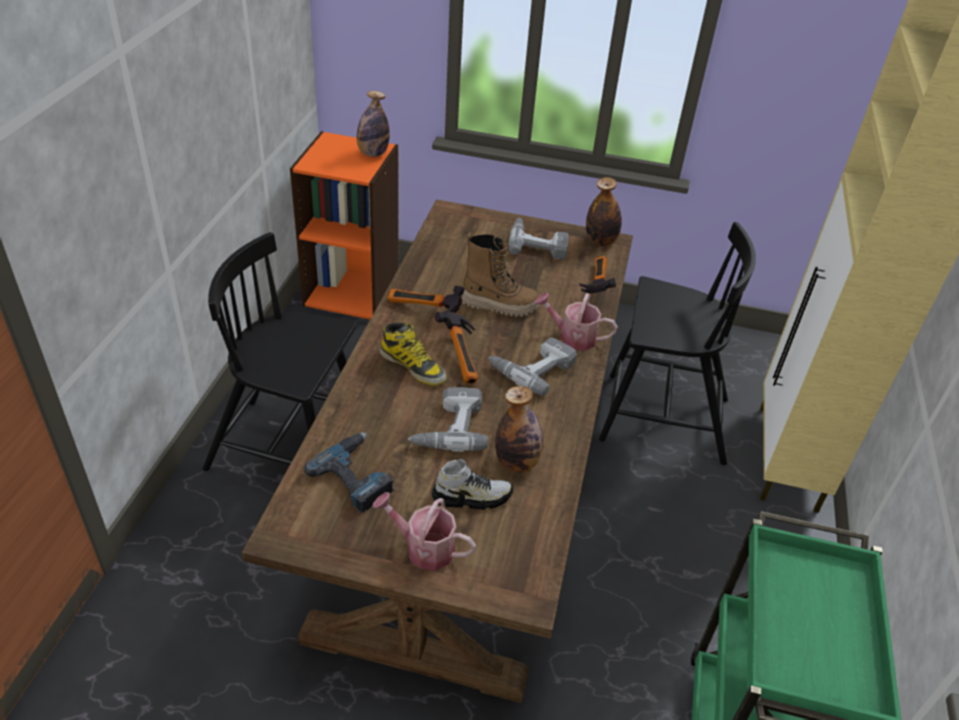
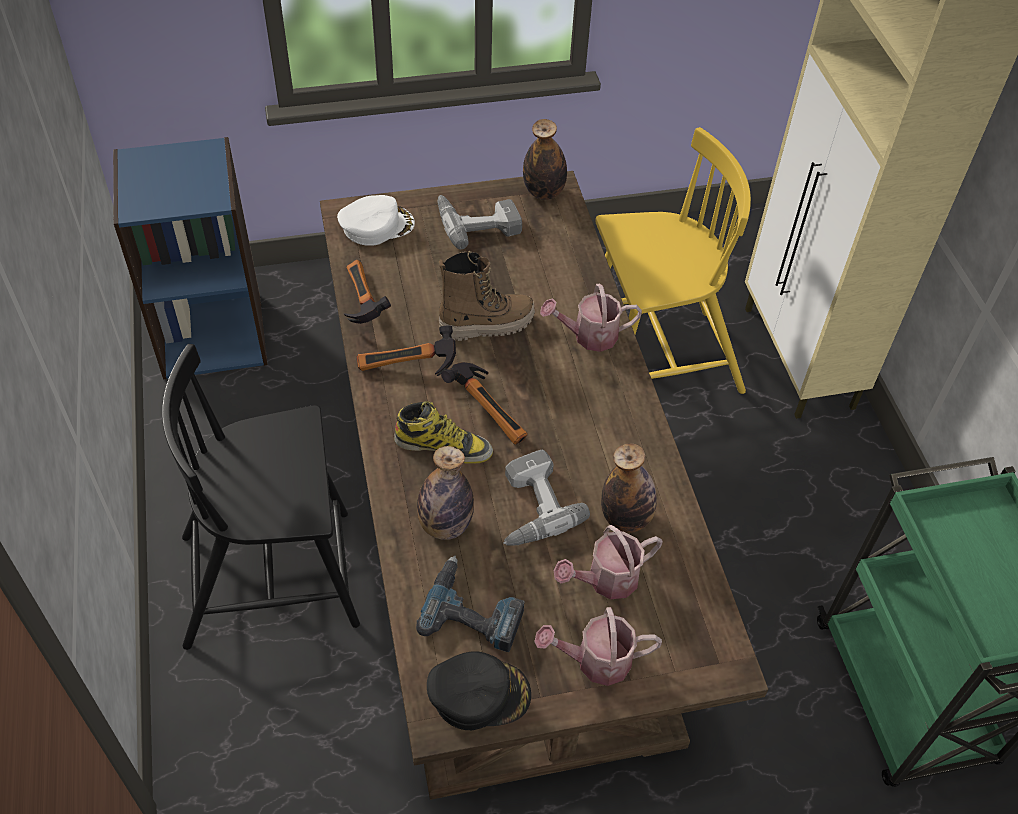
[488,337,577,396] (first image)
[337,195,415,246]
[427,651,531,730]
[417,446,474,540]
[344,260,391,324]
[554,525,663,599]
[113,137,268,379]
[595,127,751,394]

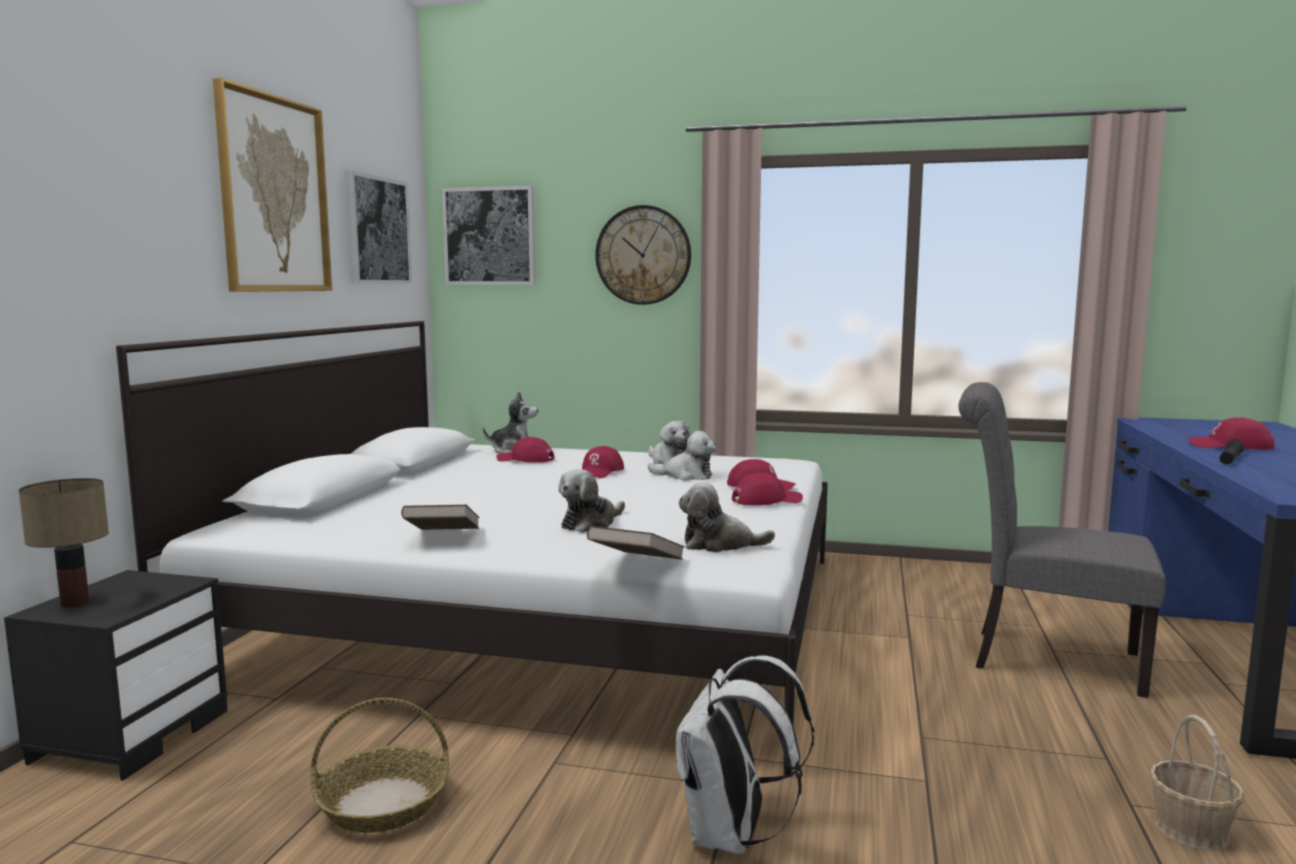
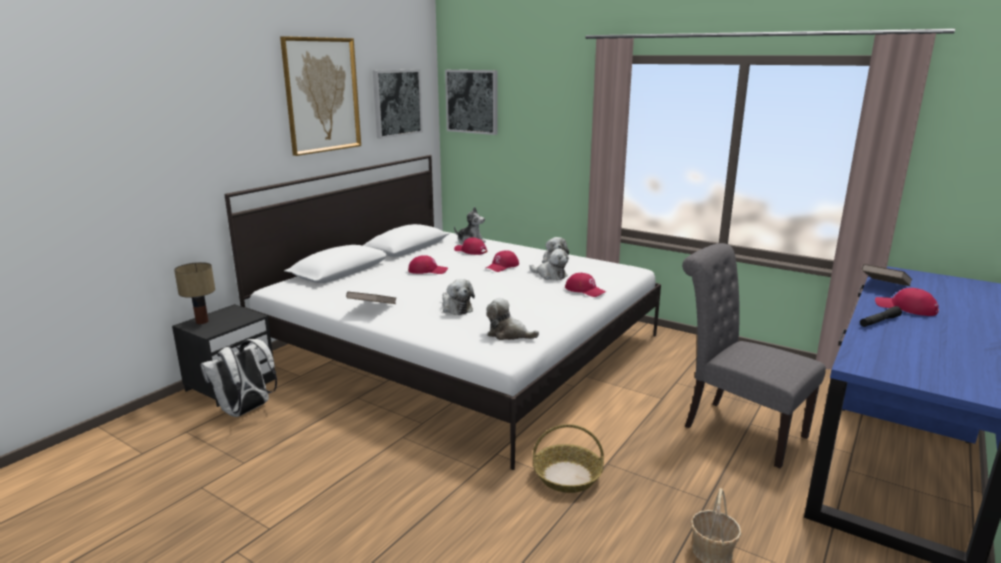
[595,205,691,305] (first image)
[533,424,604,493]
[862,264,913,286]
[201,339,277,417]
[408,255,448,274]
[442,279,475,315]

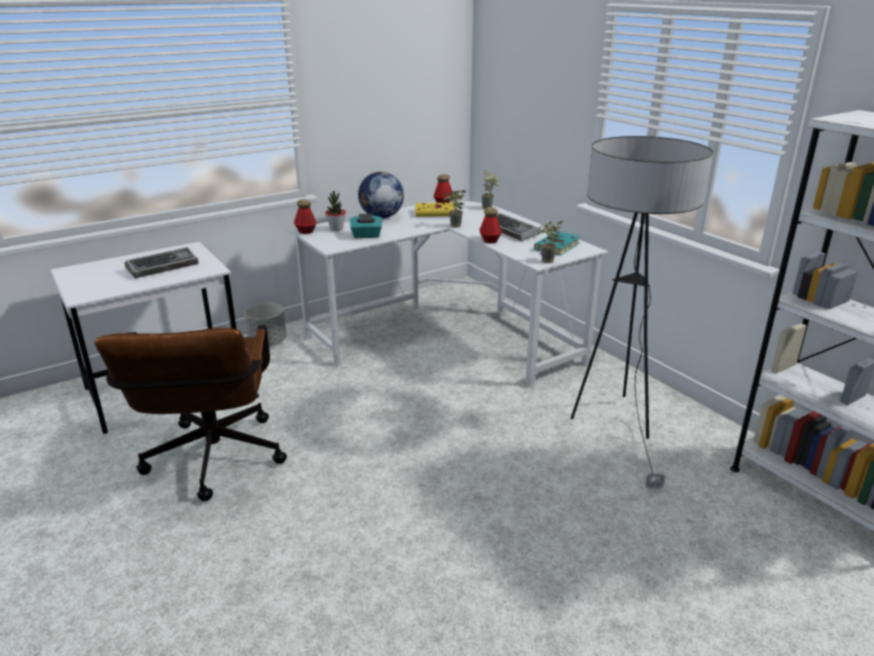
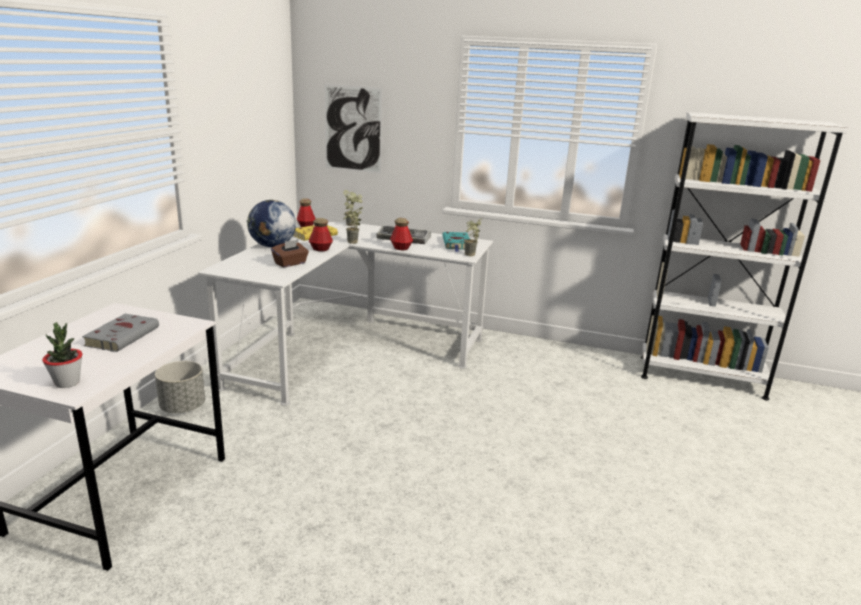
[94,324,287,501] (first image)
[571,136,713,489] (first image)
[324,84,383,174]
[309,218,333,251]
[42,322,83,388]
[82,314,159,352]
[271,240,309,267]

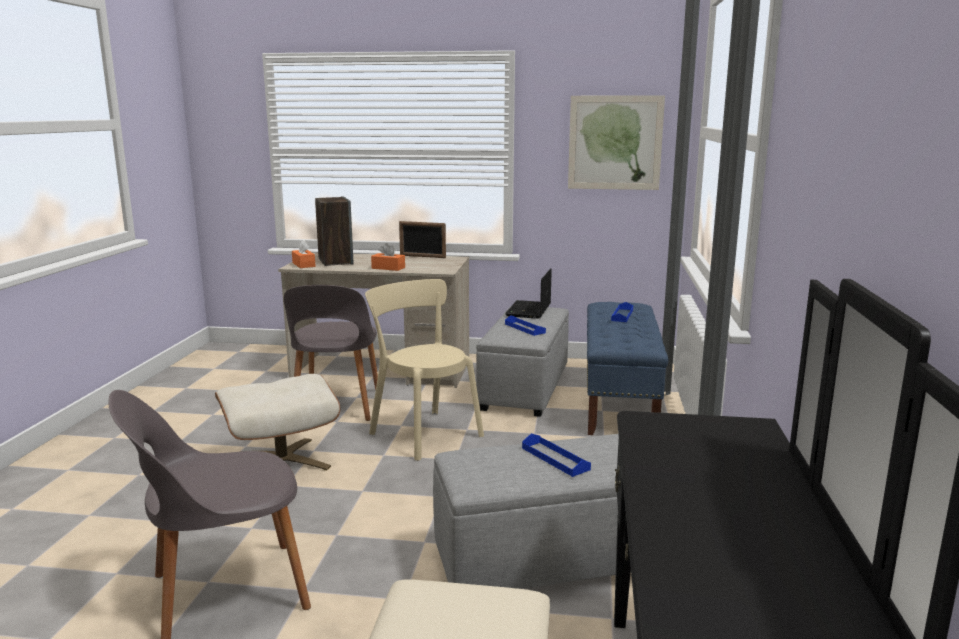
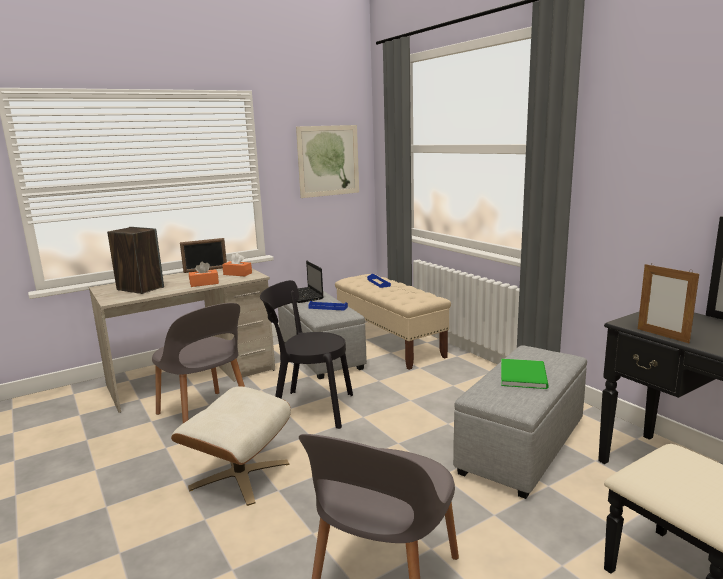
[638,263,699,343]
[222,253,252,276]
[501,359,548,389]
[260,280,353,429]
[335,274,451,370]

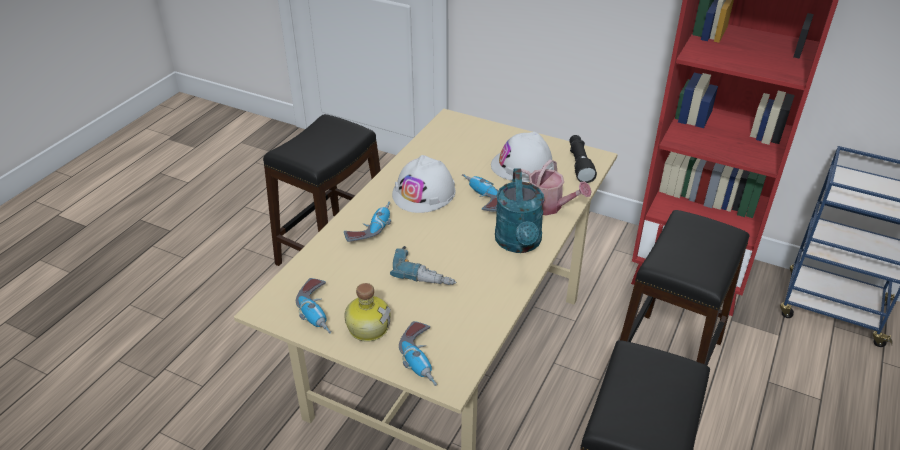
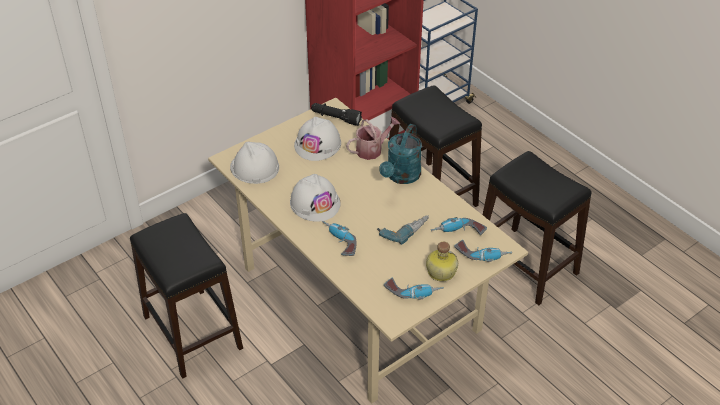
[230,142,279,184]
[431,217,487,235]
[379,124,422,184]

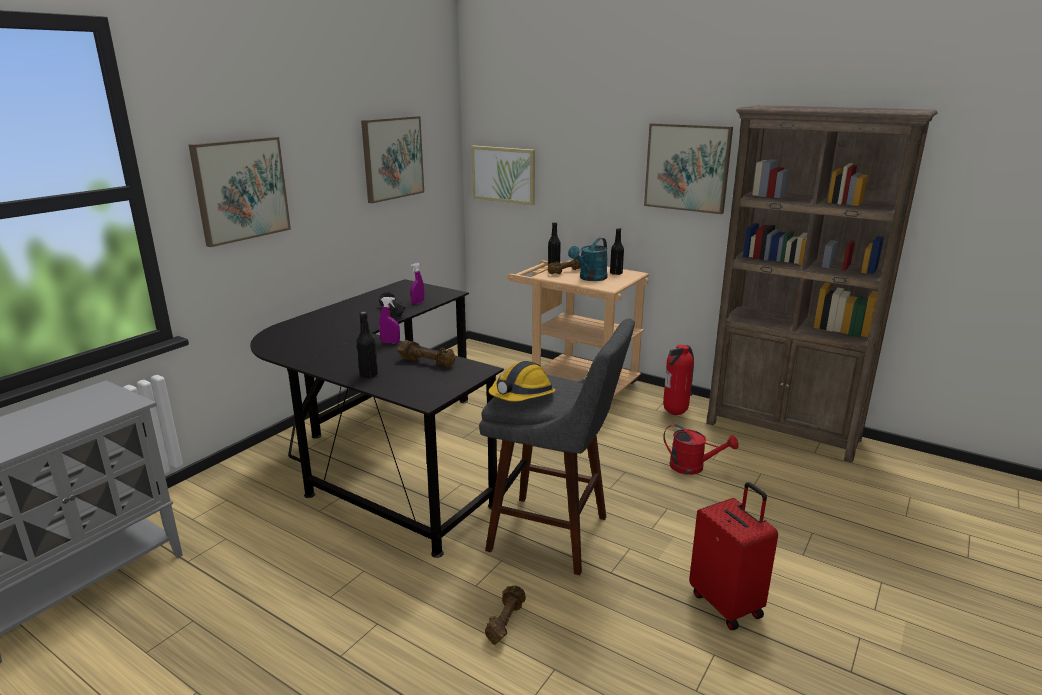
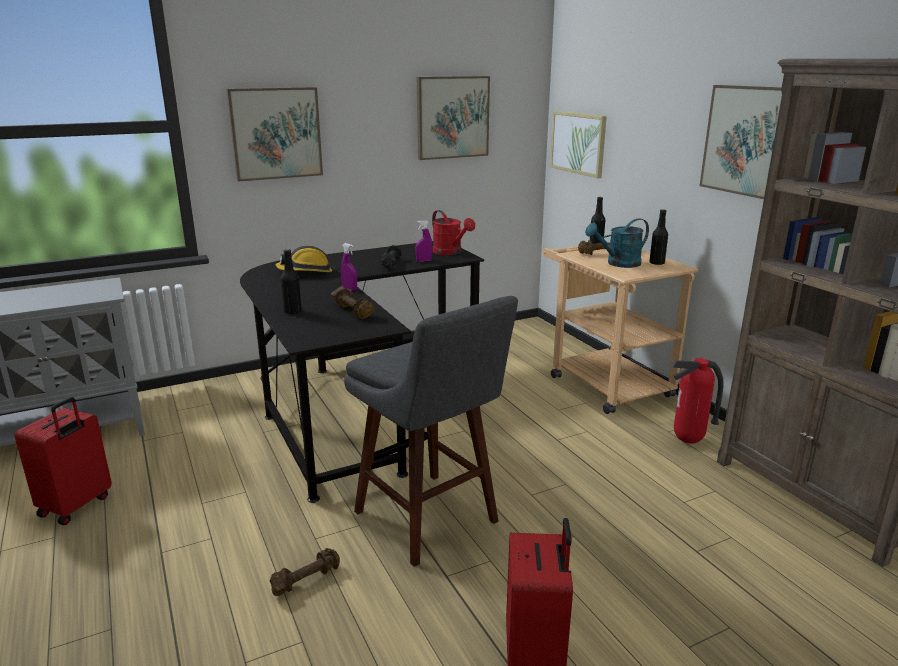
[15,397,112,525]
[276,245,332,272]
[432,210,475,255]

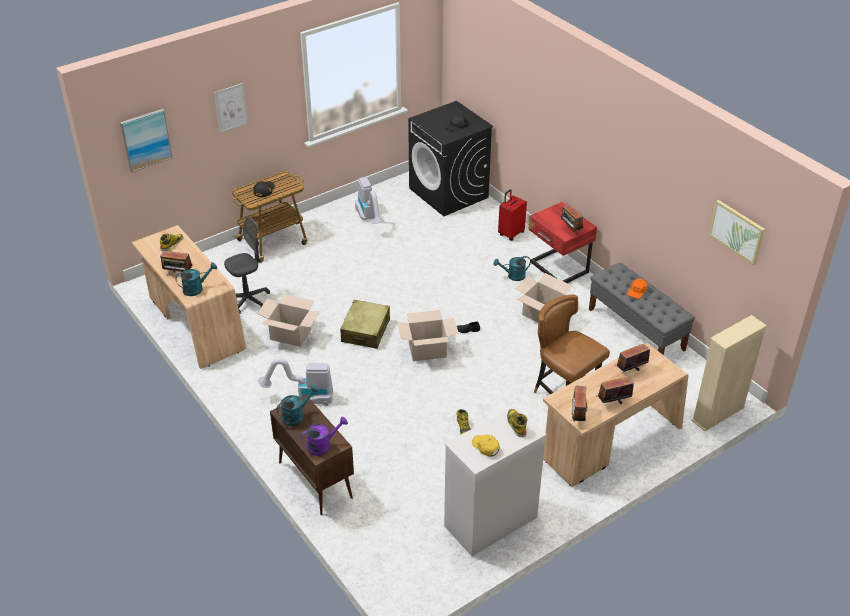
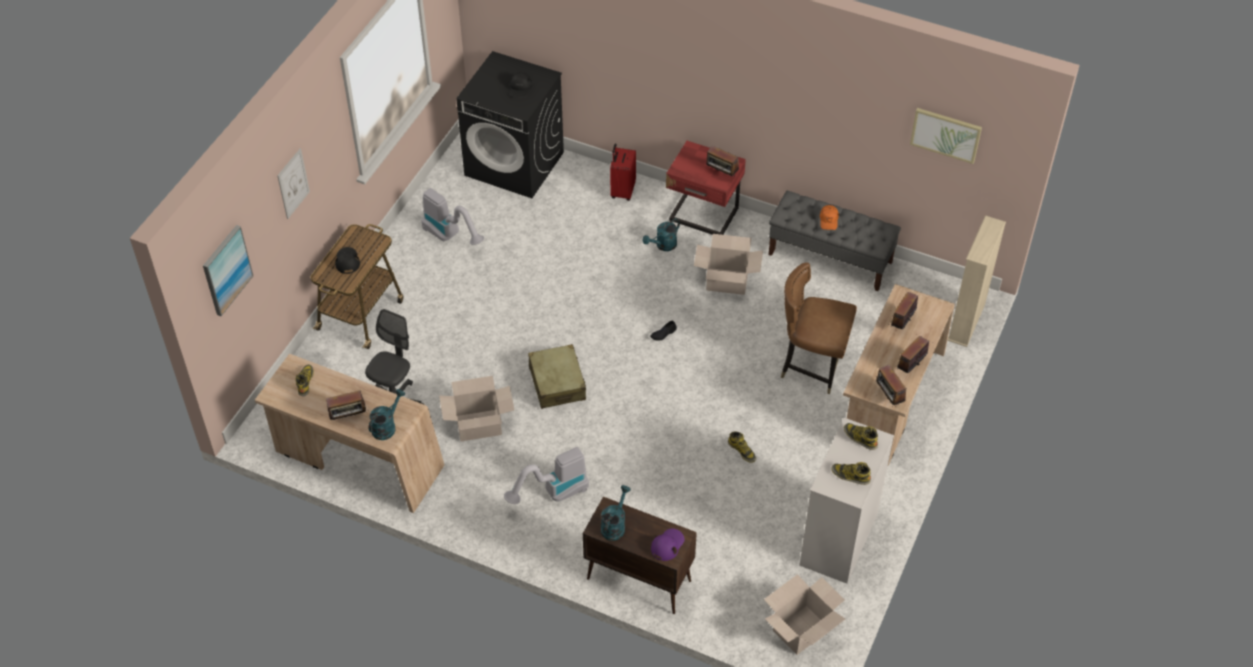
[764,574,845,655]
[651,529,685,561]
[831,462,871,485]

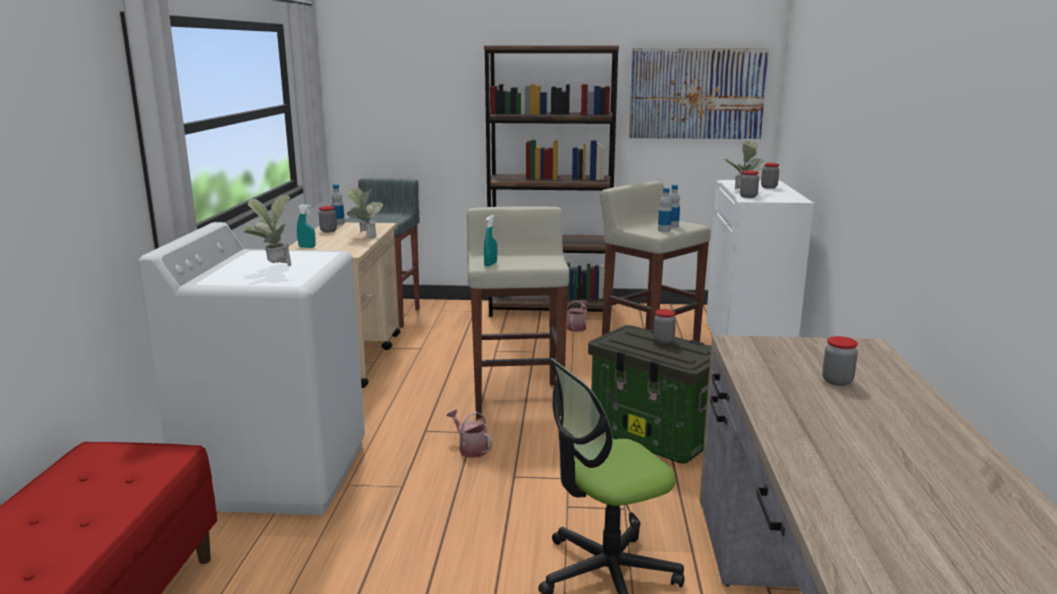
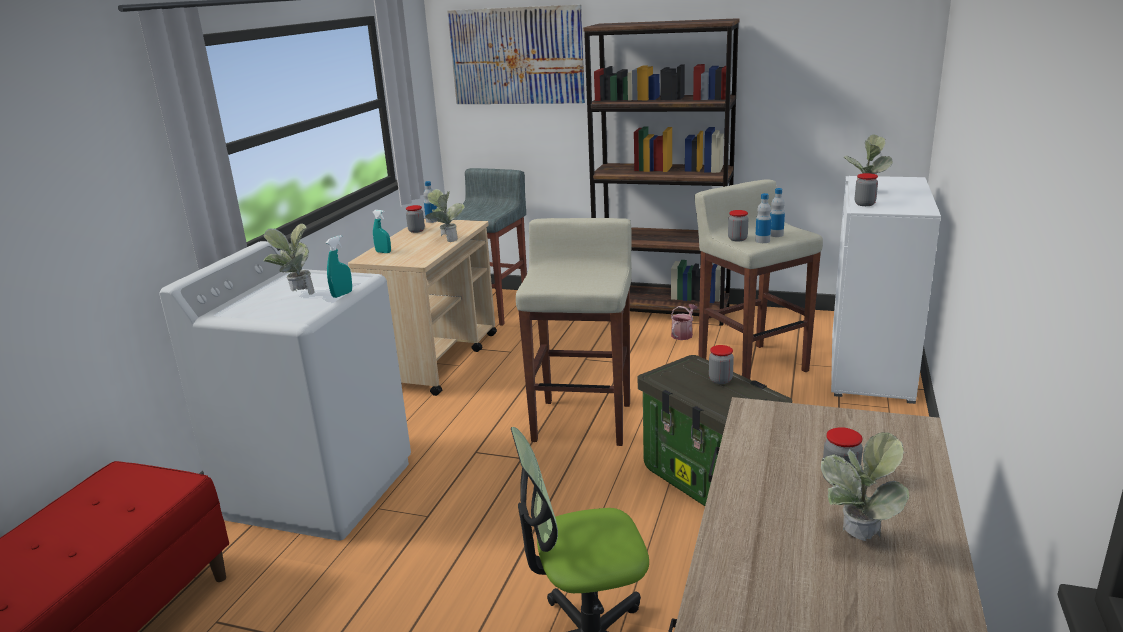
[447,409,492,458] (first image)
[821,432,909,541]
[326,235,352,298]
[447,5,585,104]
[728,210,749,242]

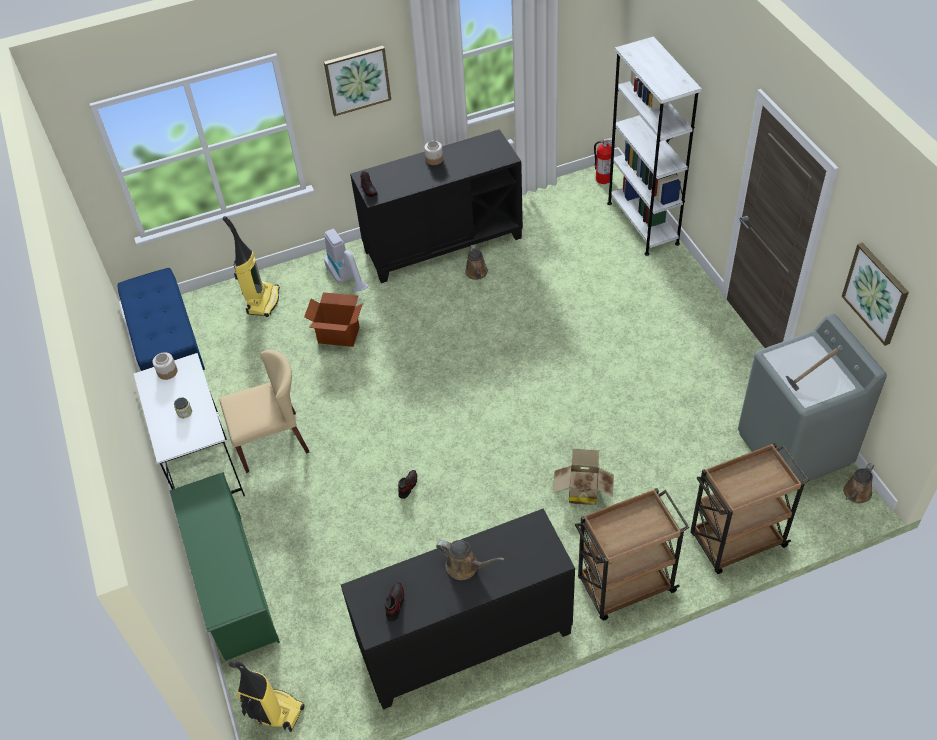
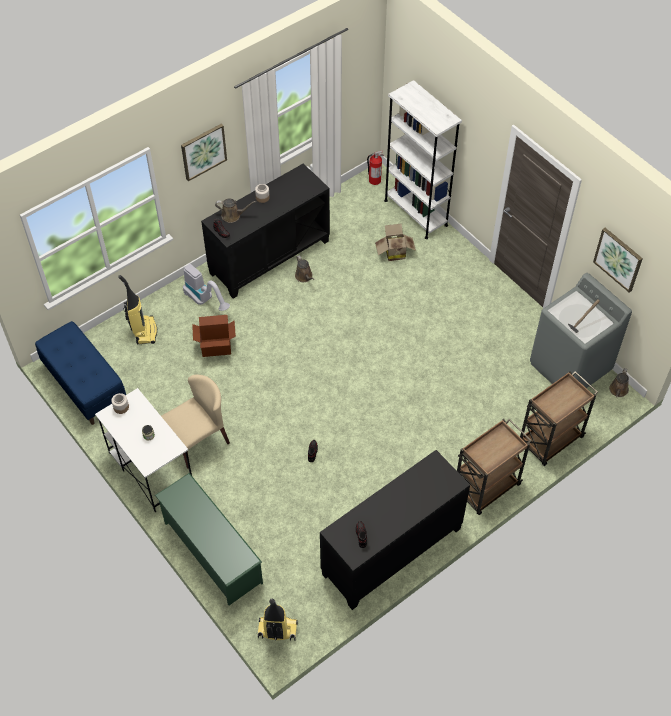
[215,198,256,223]
[375,224,416,261]

